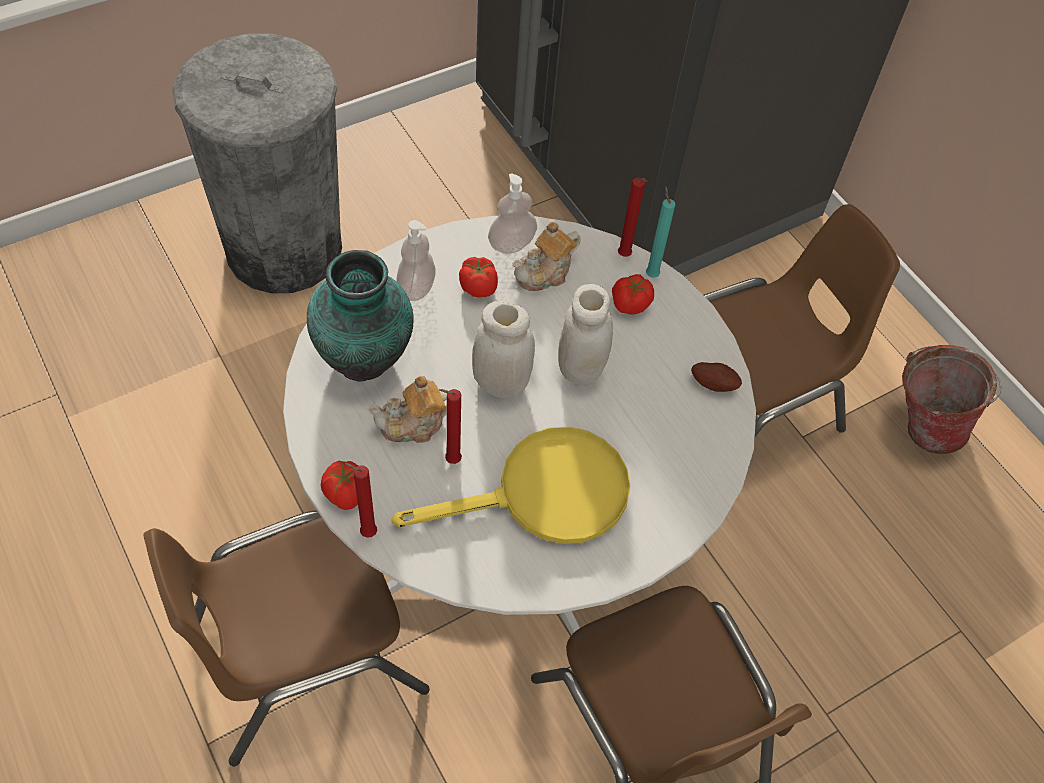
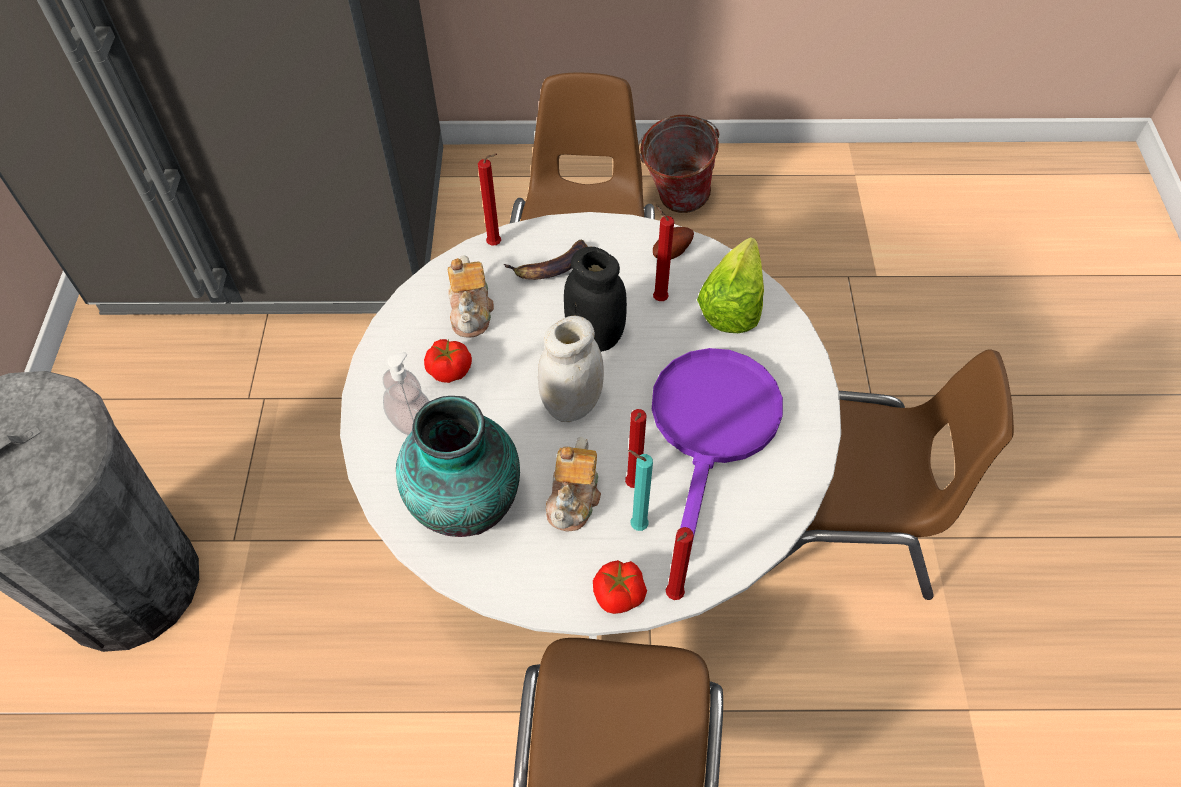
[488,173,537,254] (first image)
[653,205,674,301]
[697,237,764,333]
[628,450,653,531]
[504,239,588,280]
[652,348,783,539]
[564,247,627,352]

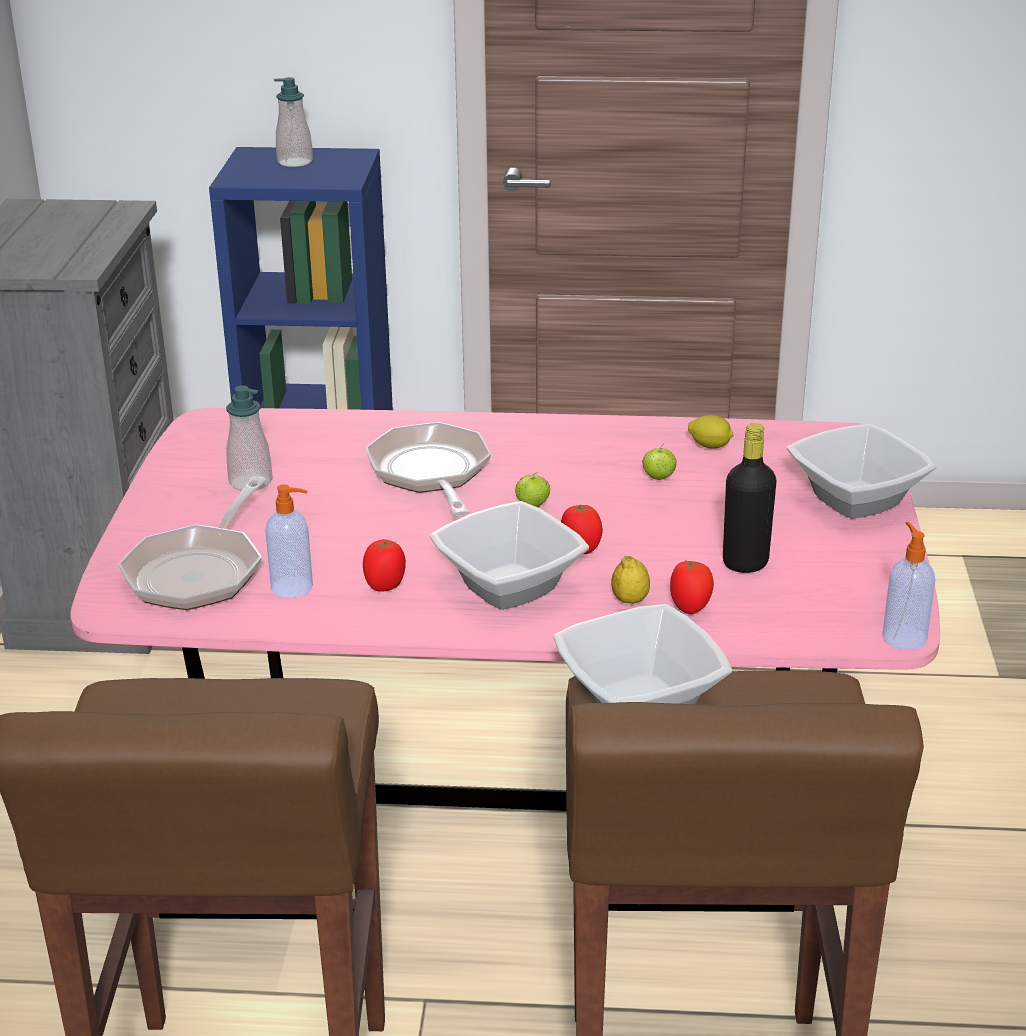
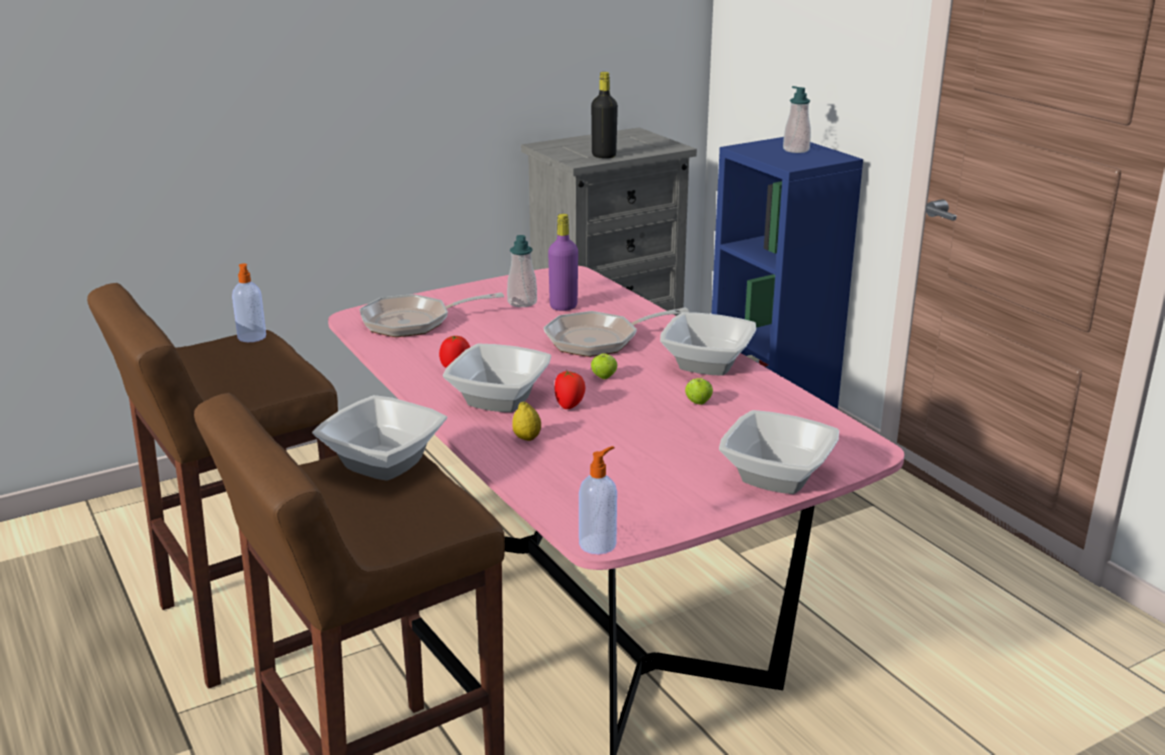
[670,559,714,614] (first image)
[688,415,733,449] (first image)
[548,214,578,311]
[660,312,756,376]
[232,263,266,342]
[591,72,618,158]
[544,307,689,357]

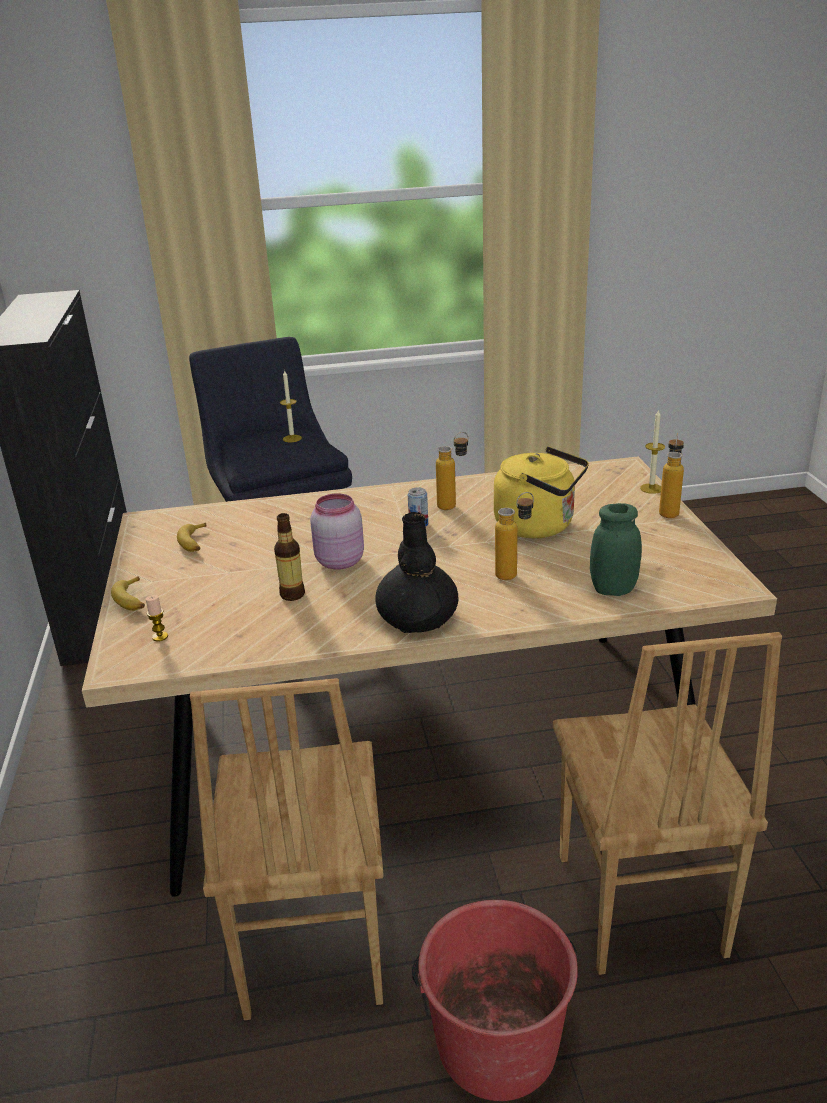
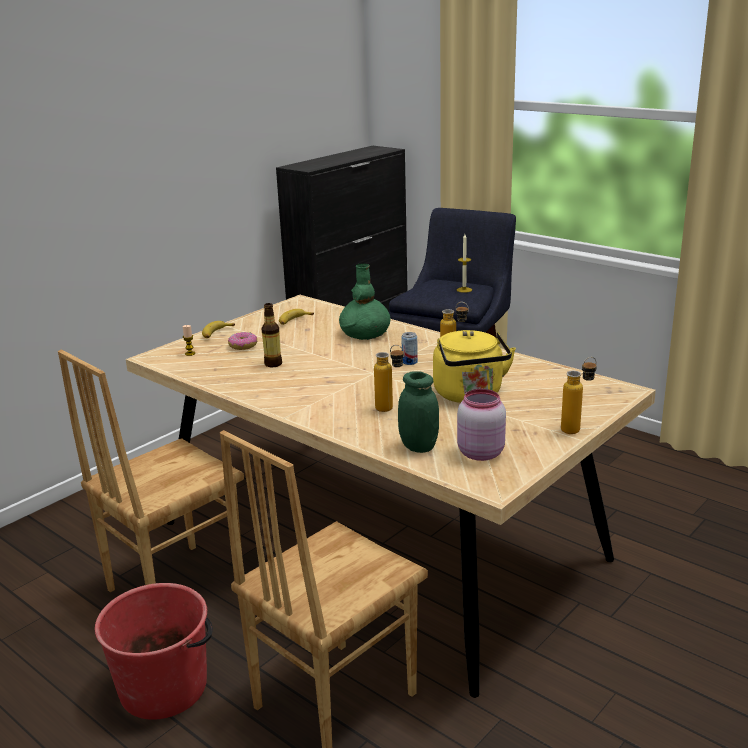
[375,512,458,633] (first image)
[640,409,665,494] (first image)
[228,332,257,350]
[339,263,390,340]
[457,389,506,461]

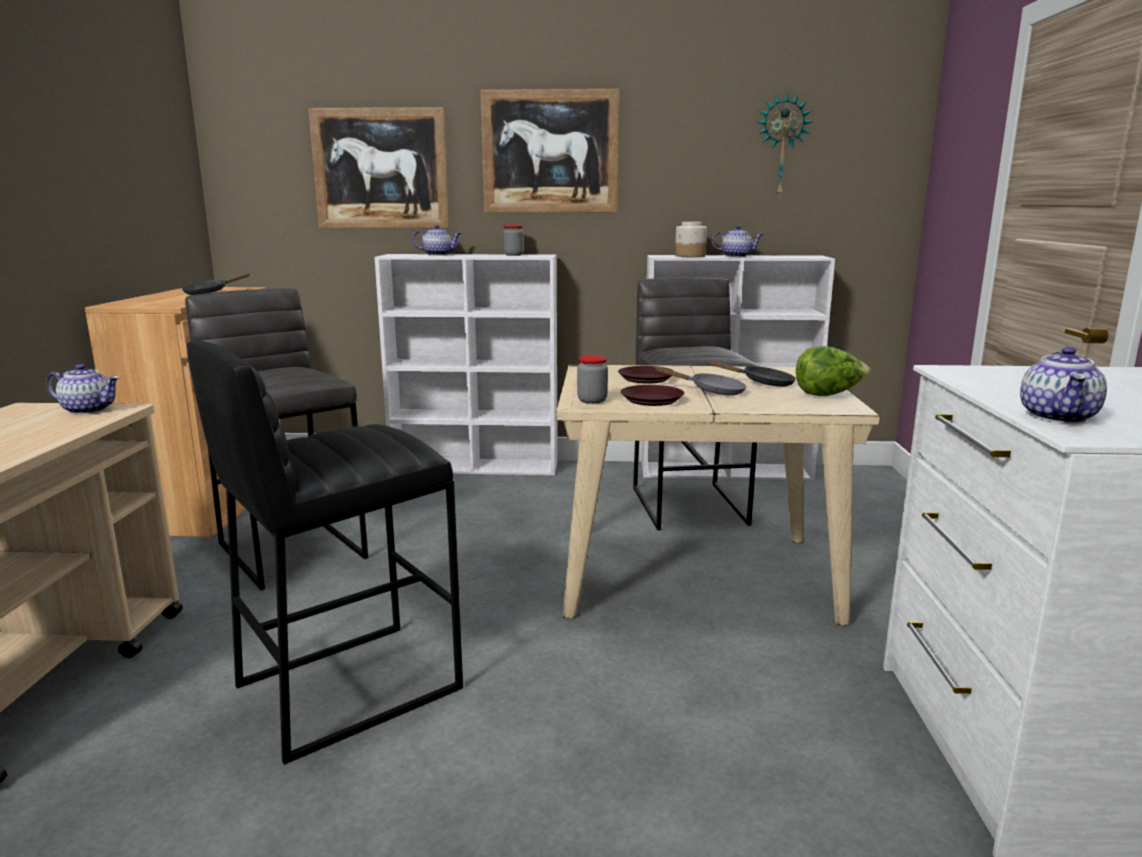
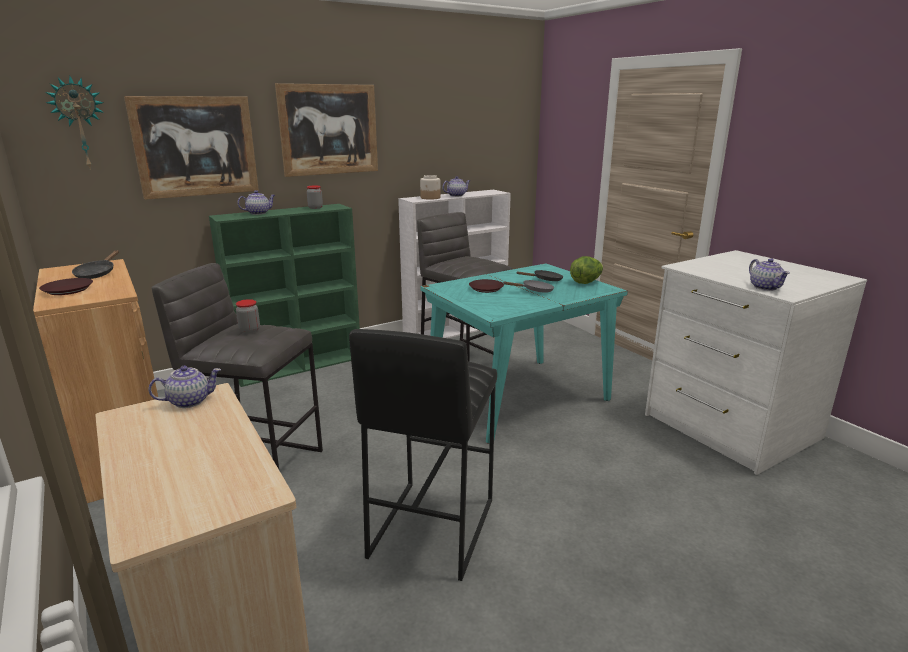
[236,299,260,333]
[39,278,93,295]
[45,76,104,170]
[209,204,360,387]
[421,264,628,444]

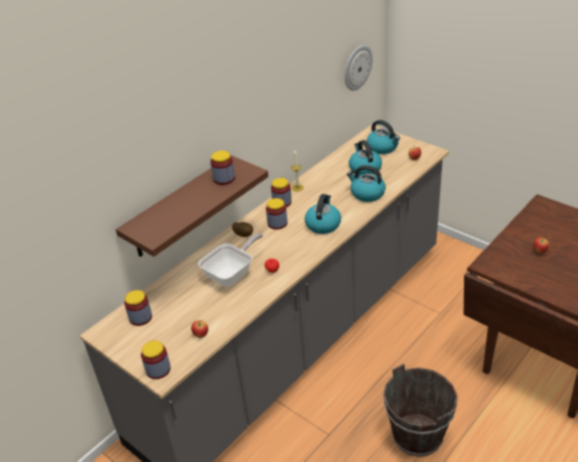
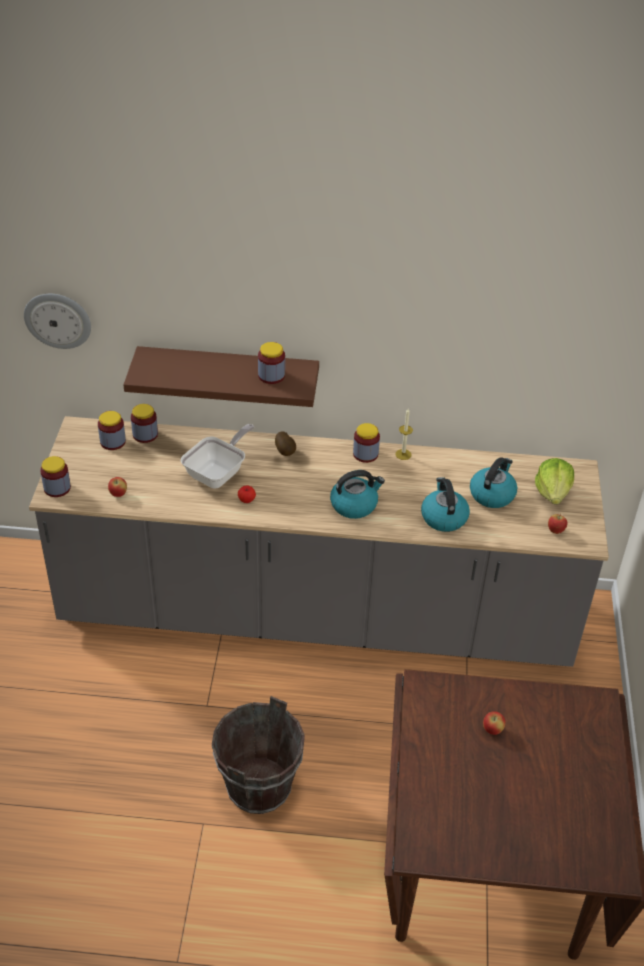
[131,404,158,443]
[24,294,91,349]
[535,458,574,504]
[181,424,255,489]

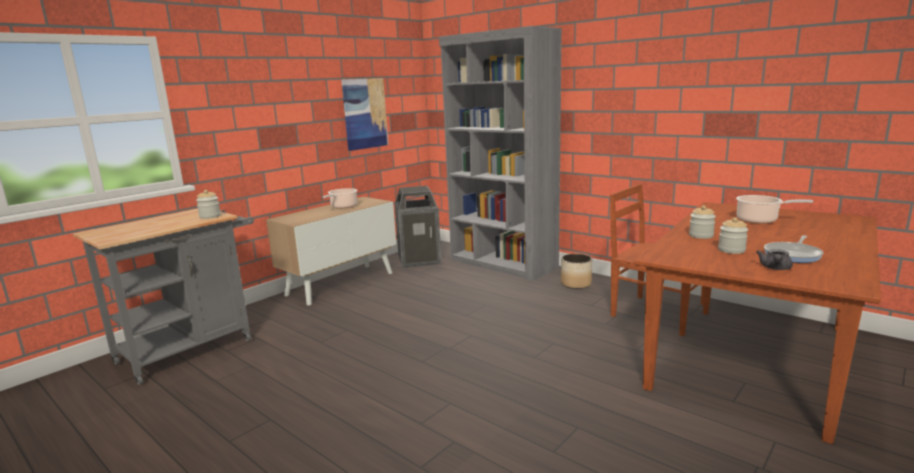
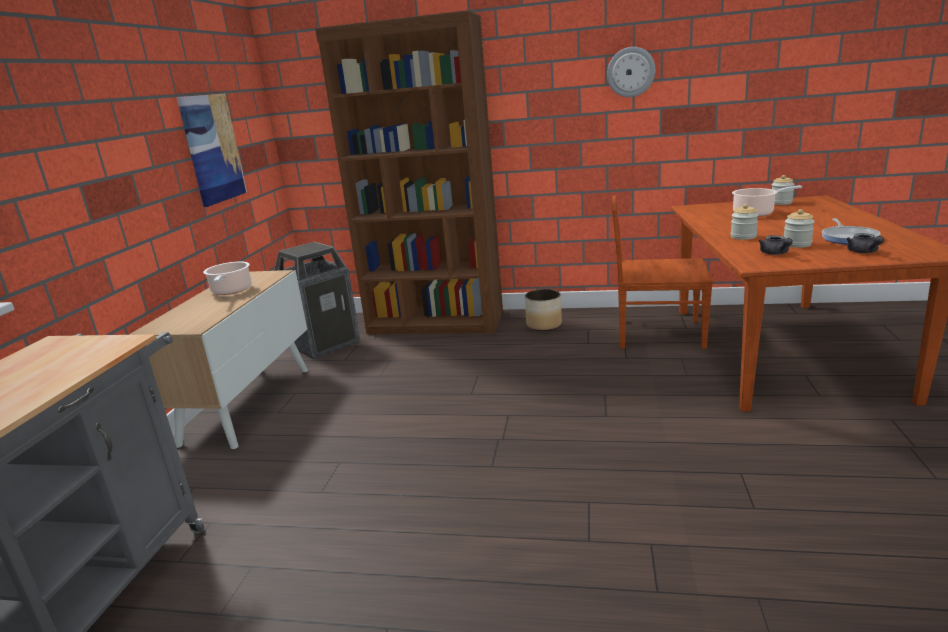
[607,47,655,97]
[758,235,793,255]
[771,175,795,205]
[315,11,503,334]

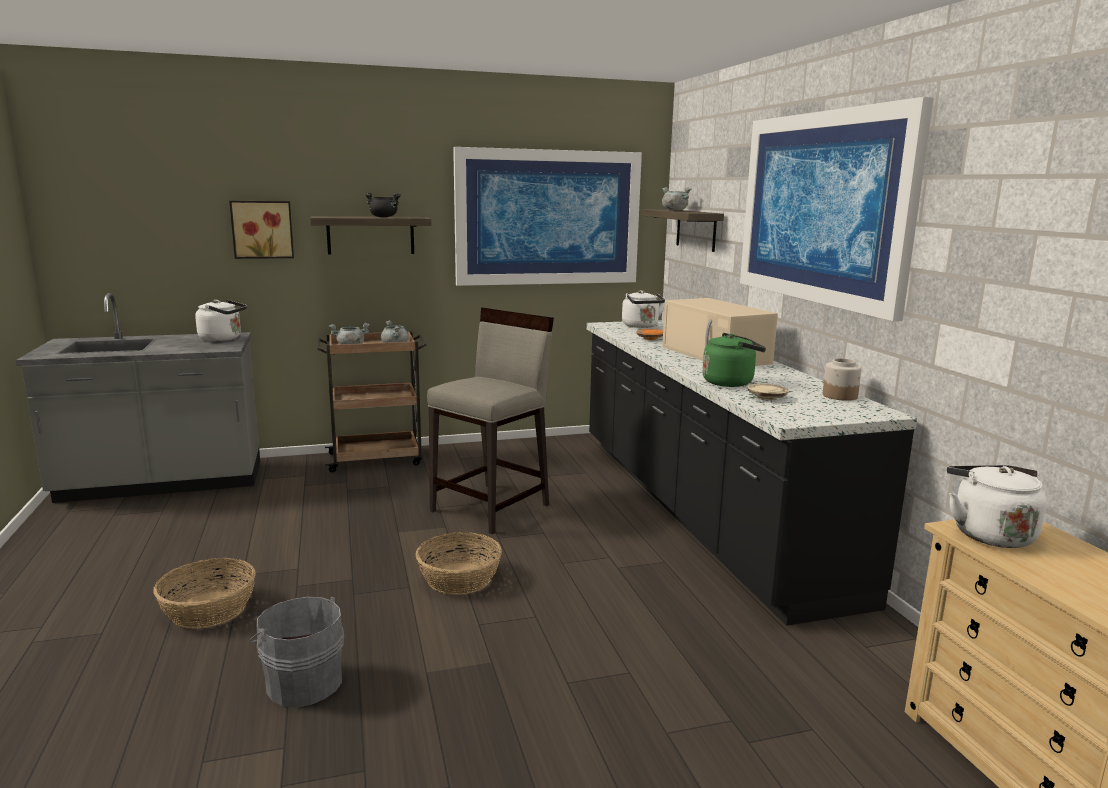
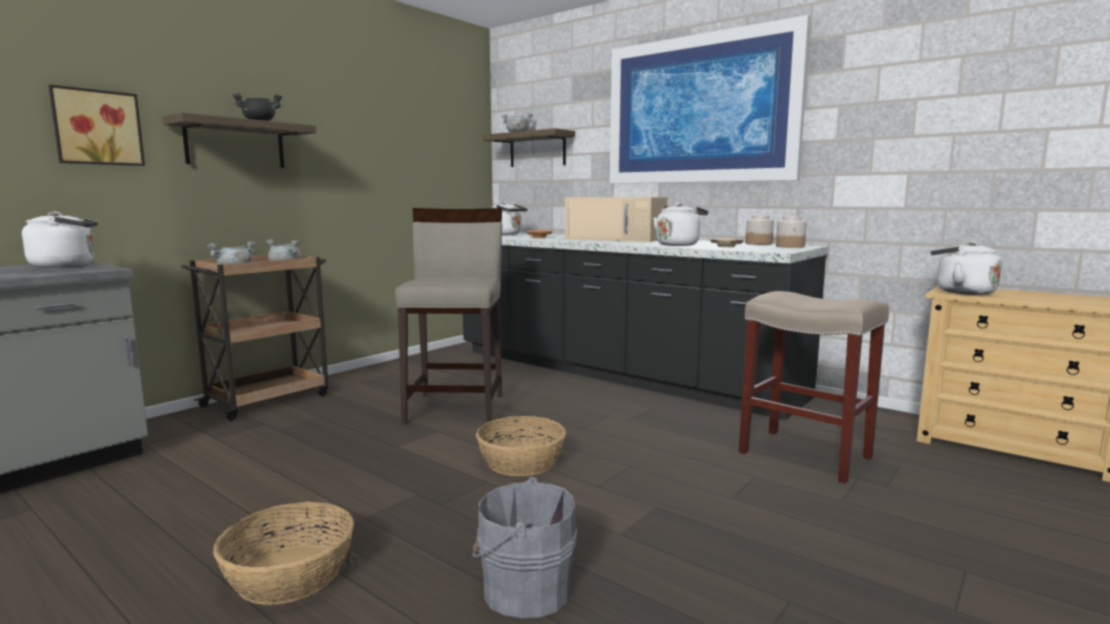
[453,147,642,286] (first image)
[739,291,889,483]
[776,216,807,248]
[653,203,708,246]

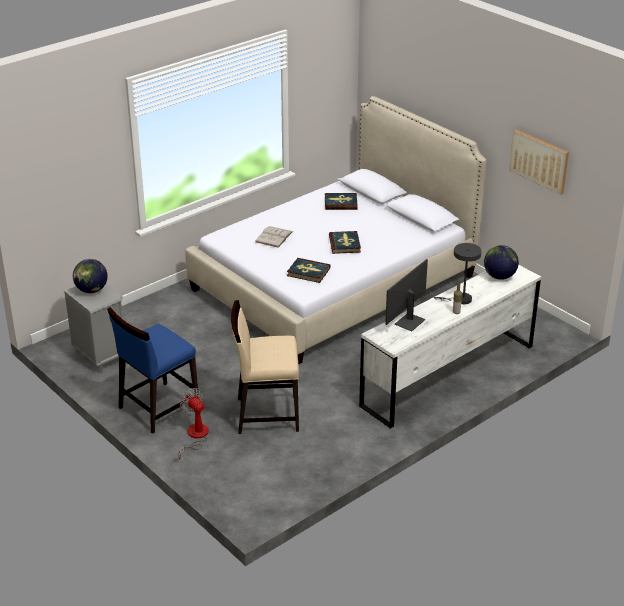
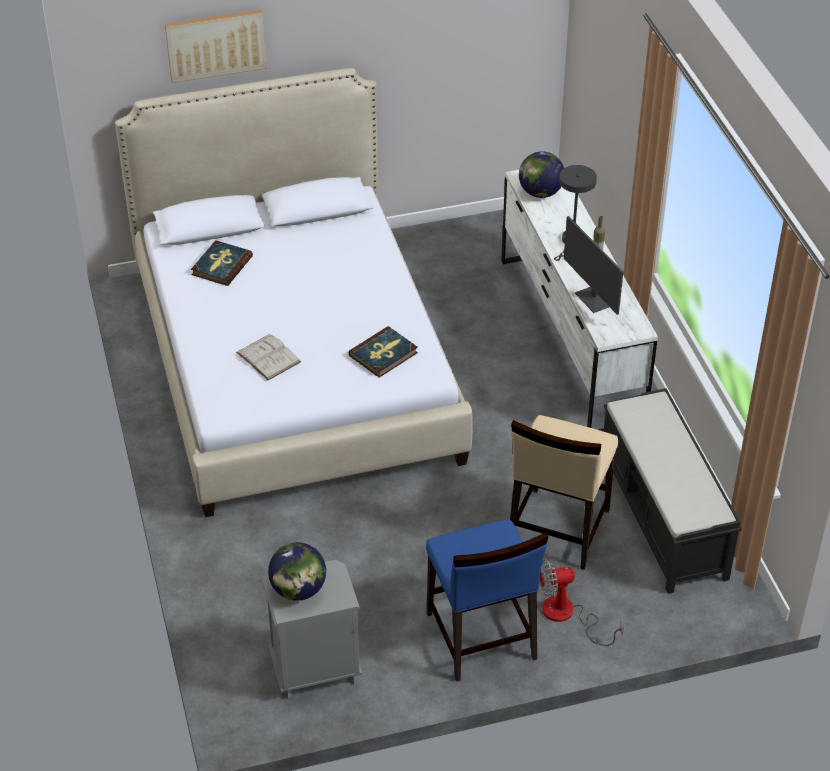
[329,231,361,254] (first image)
[604,388,742,594]
[165,10,267,83]

